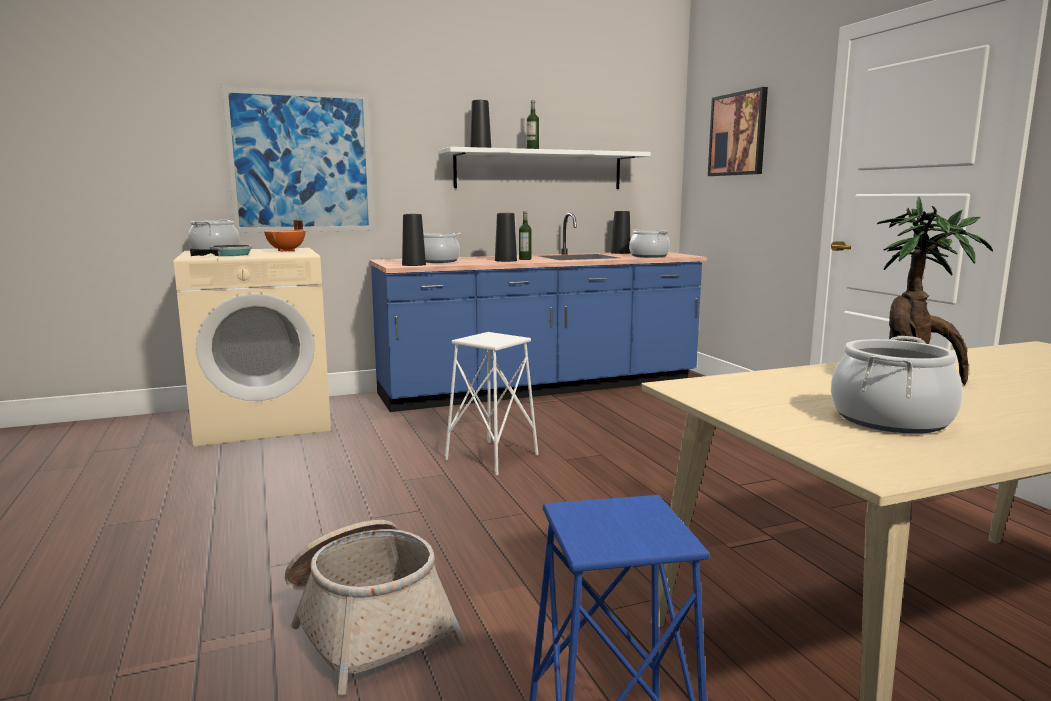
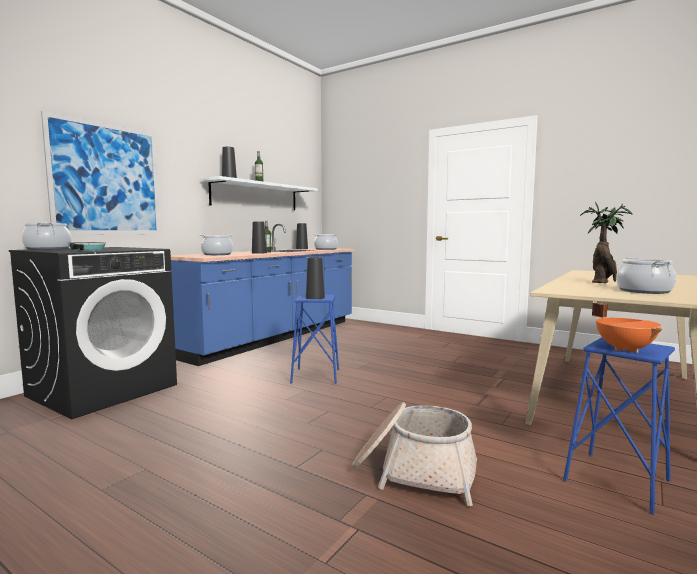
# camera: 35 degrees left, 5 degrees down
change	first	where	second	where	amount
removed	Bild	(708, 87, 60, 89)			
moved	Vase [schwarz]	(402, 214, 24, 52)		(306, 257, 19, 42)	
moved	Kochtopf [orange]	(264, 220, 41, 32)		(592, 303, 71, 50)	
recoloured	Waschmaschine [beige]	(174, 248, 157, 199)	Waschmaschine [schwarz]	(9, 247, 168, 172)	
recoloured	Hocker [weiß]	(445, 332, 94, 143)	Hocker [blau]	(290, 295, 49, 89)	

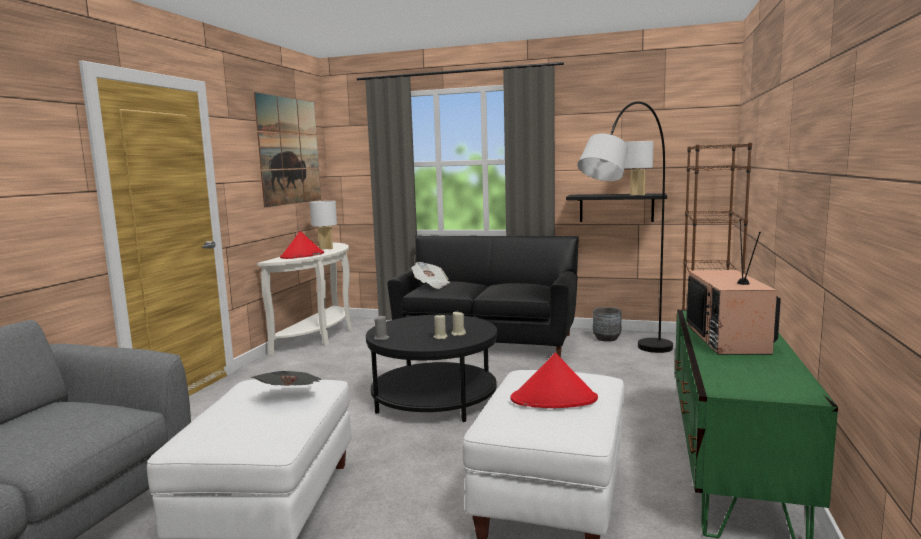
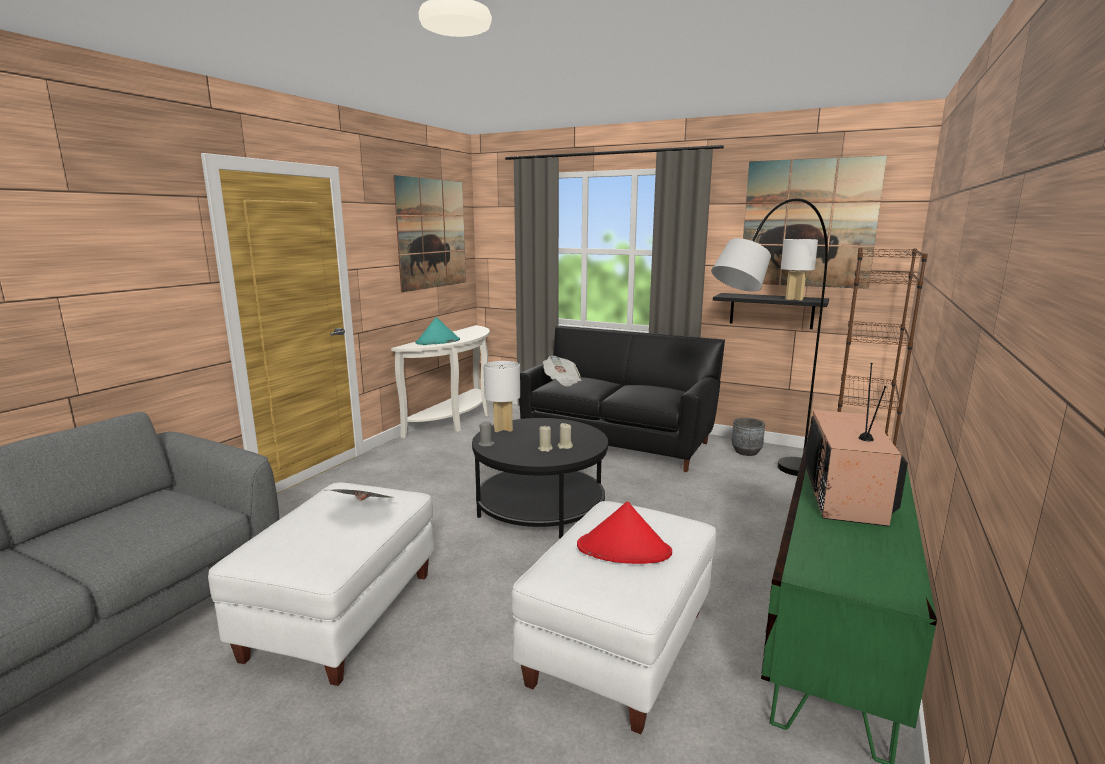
# camera: 10 degrees right, 5 degrees up
change	first	where	second	where	amount
moved	Tischlampe [weiß]	(310, 201, 27, 49)		(484, 361, 36, 71)	
recoloured	Hut [rot]	(280, 231, 44, 28)	Hut [türkis]	(416, 317, 44, 28)	
added			Bild	(743, 155, 144, 134)	

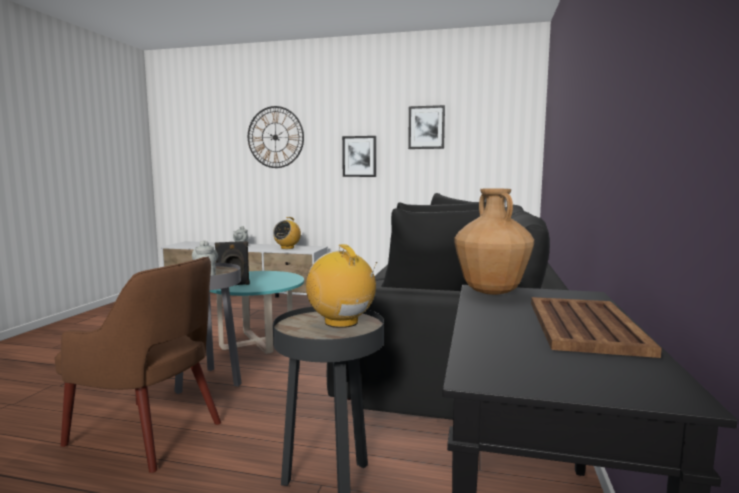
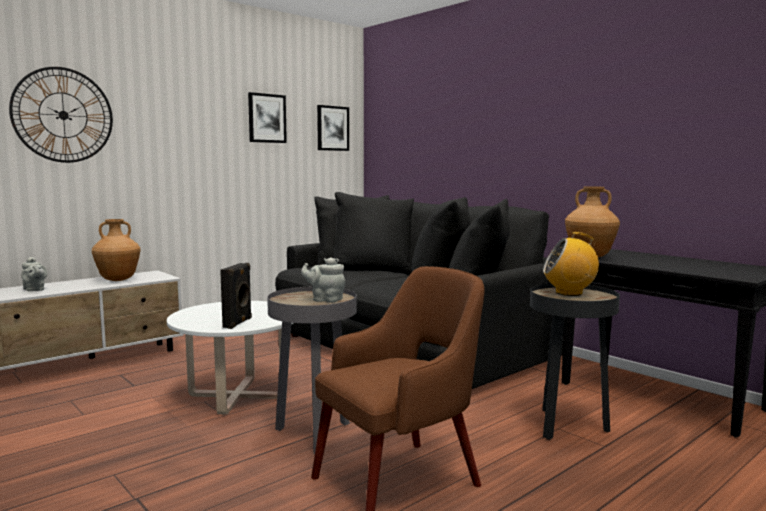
# camera: 55 degrees left, 0 degrees up
change	first	where	second	where	amount
moved	Bild	(342, 136, 34, 41)		(317, 105, 32, 46)	
replaced	Radio	(273, 217, 28, 32)	Vase [braun]	(92, 219, 48, 62)	
recoloured	Couchtisch [türkis]	(210, 271, 94, 83)	Couchtisch [weiß]	(167, 301, 126, 114)	
removed	Tablett [braun]	(531, 297, 131, 61)			

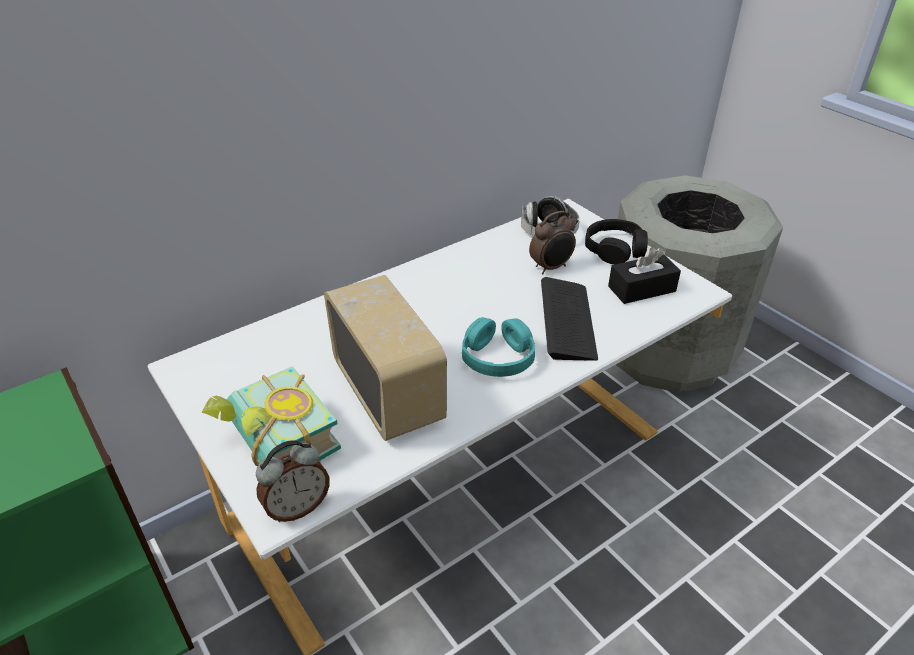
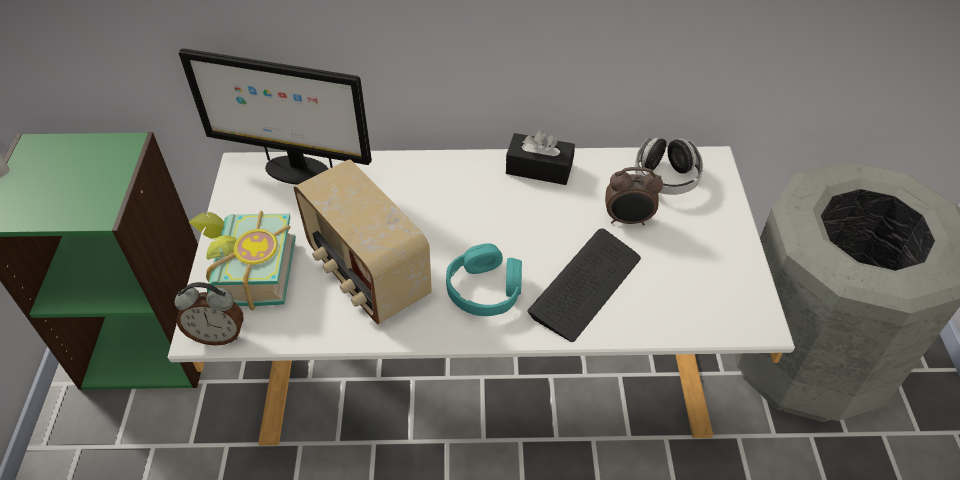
# camera: 35 degrees right, 10 degrees up
change	first	where	second	where	amount
removed	Kopfhörer [schwarz]	(585, 219, 63, 45)			
moved	Taschentuchbox [schwarz]	(608, 247, 73, 57)		(506, 130, 69, 55)	
turned	Radio	(324, 275, 123, 166)		(294, 159, 138, 165)	135 degrees clockwise
added			Monitor	(179, 48, 193, 137)	

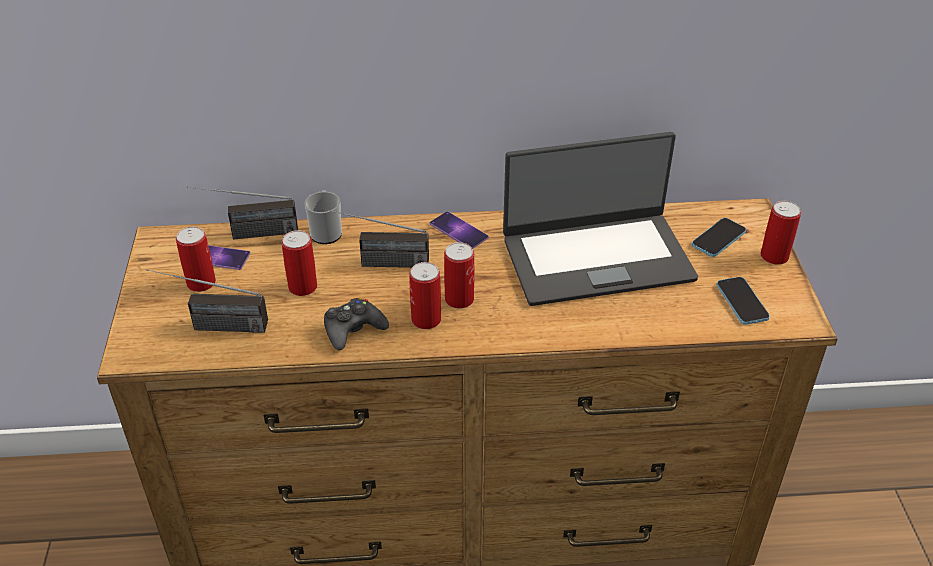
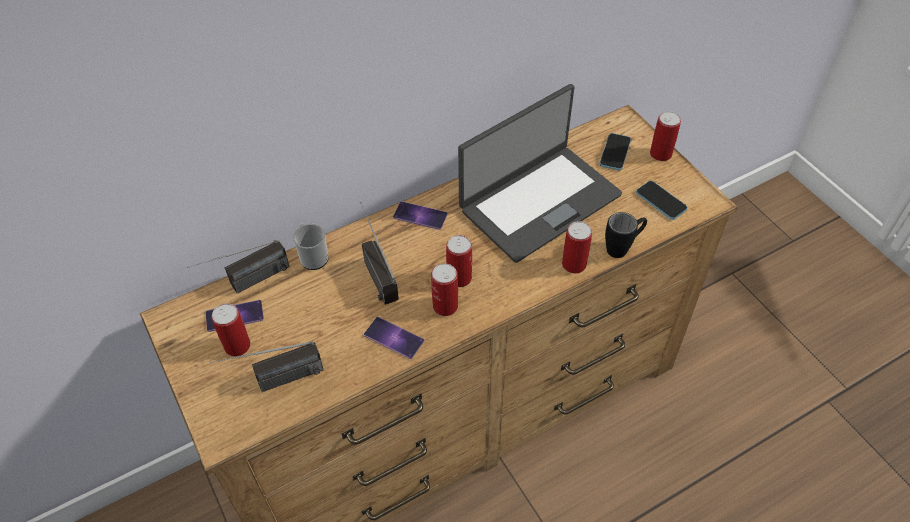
# camera: 25 degrees left, 10 degrees up
change	first	where	second	where	amount
turned	Radio	(322, 208, 107, 60)		(360, 202, 39, 103)	90 degrees clockwise
moved	Dose	(282, 230, 35, 66)		(562, 221, 30, 53)	
replaced	Gamepad [schwarz]	(324, 298, 65, 53)	Handy	(364, 317, 60, 42)	
added			Henkelbecher [schwarz]	(605, 212, 42, 46)	

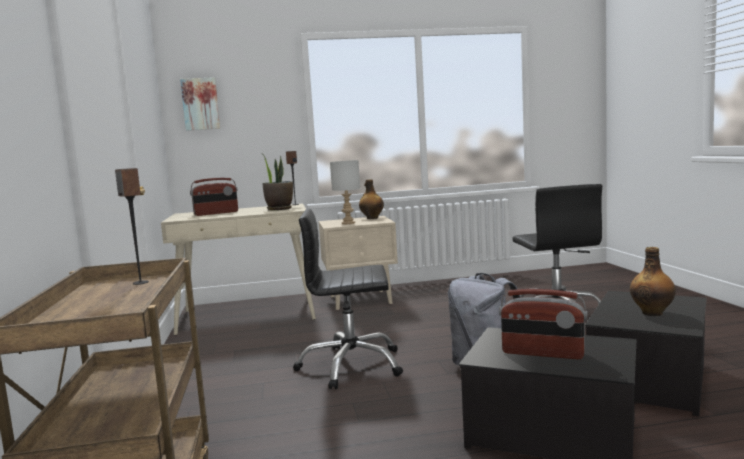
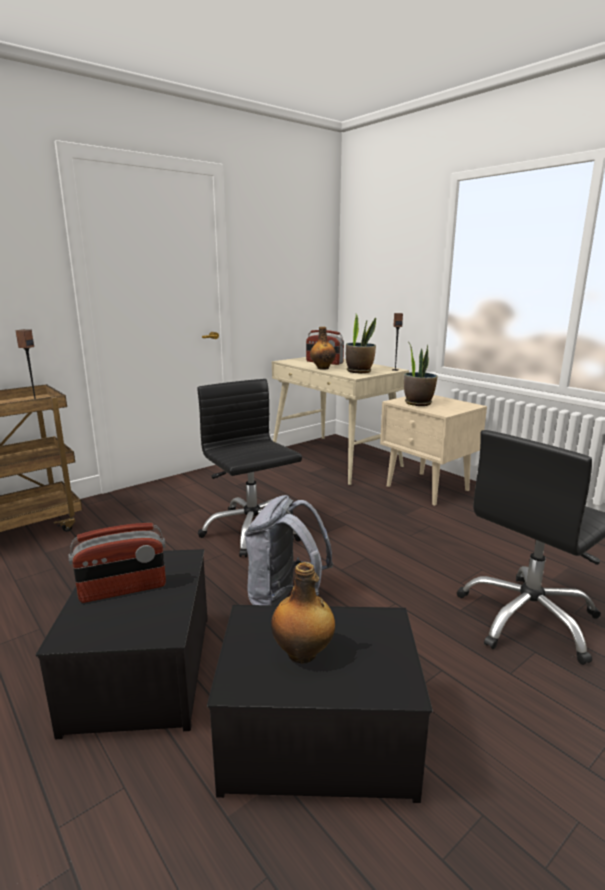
# camera: 60 degrees right, 10 degrees up
change	first	where	second	where	amount
removed	Bild	(180, 77, 40, 53)			
replaced	Tischlampe [grau]	(330, 160, 30, 64)	Topfpflanze	(404, 342, 34, 64)	
moved	Flasche	(359, 179, 25, 40)		(310, 327, 26, 43)	
turned	Radio	(499, 289, 89, 70)		(68, 523, 98, 80)	105 degrees counterclockwise

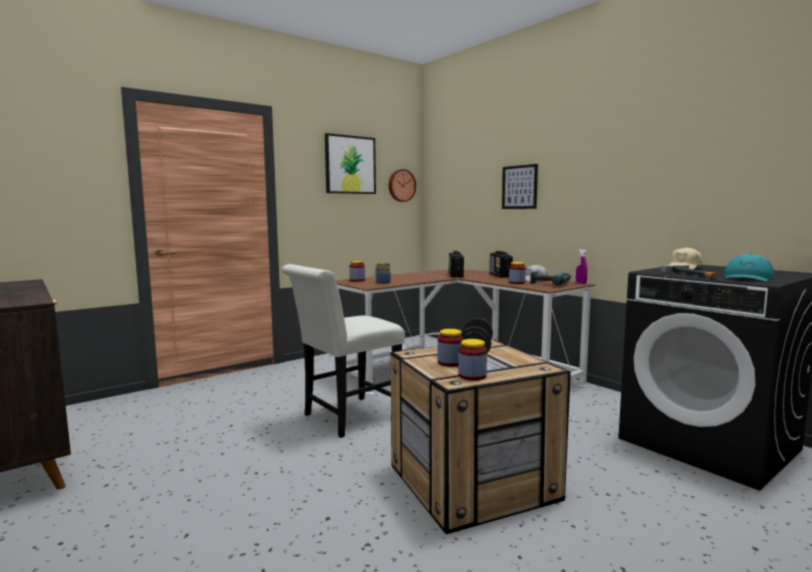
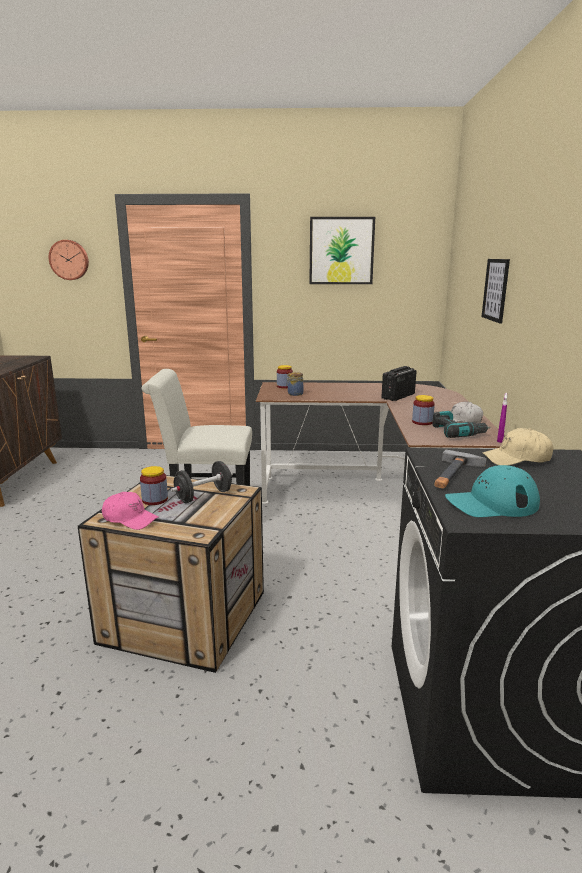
# camera: 40 degrees right, 10 degrees up
change	first	where	second	where	amount
moved	Wanduhr	(389, 169, 27, 33)		(49, 240, 40, 40)	
removed	Radio	(490, 251, 23, 27)			
replaced	Vorratsglas	(458, 339, 29, 42)	Kappe [rosa]	(102, 492, 56, 38)	

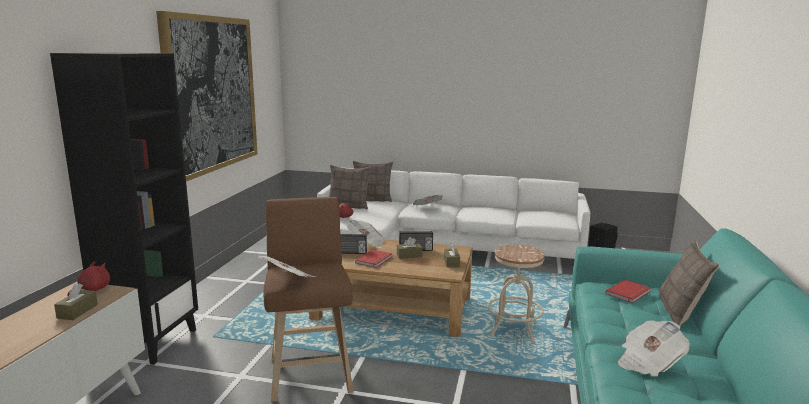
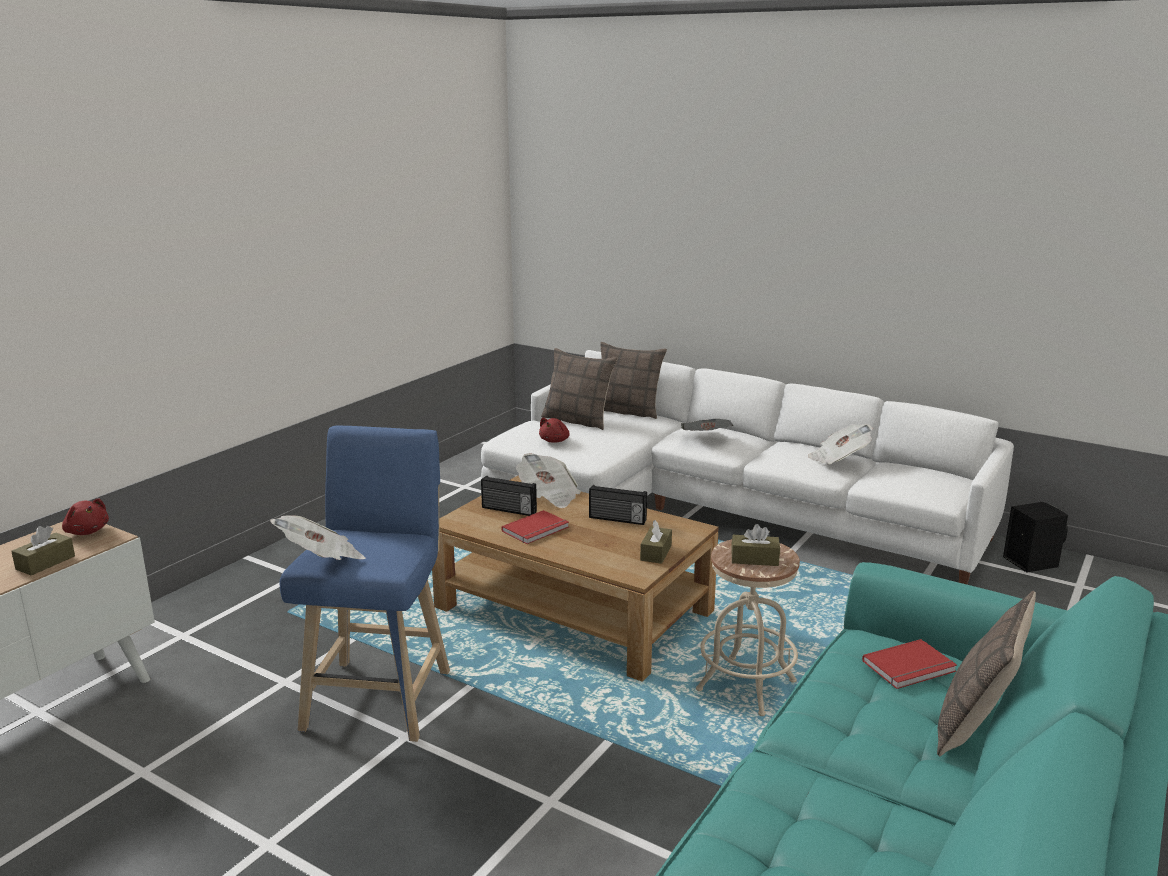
# camera: 20 degrees right, 5 degrees up
change	first	where	second	where	amount
removed	Bild	(156, 11, 102, 170)			
removed	Bücherregal [schwarz]	(50, 53, 148, 312)			
recoloured	Hocker [braun]	(263, 197, 91, 205)	Hocker [blau]	(280, 426, 170, 316)	
moved	Taschentuchbox [braun]	(397, 237, 26, 22)		(731, 524, 49, 42)	
turned	Plüschtier [rot]	(67, 261, 43, 35)		(62, 499, 47, 36)	75 degrees clockwise
moved	Zeitung	(618, 320, 72, 57)		(808, 424, 65, 41)	

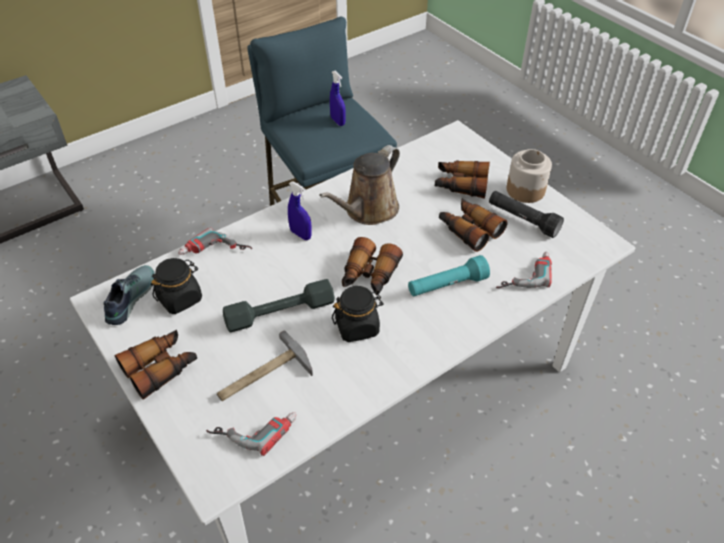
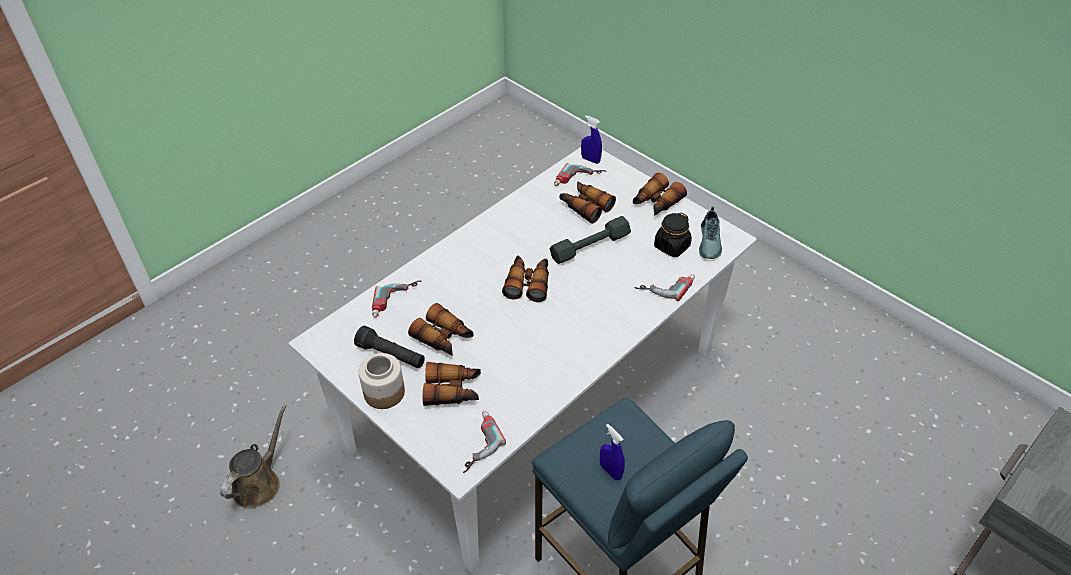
# camera: 170 degrees right, 0 degrees up
change	first	where	second	where	amount
moved	Gießkanne [braun]	(320, 145, 80, 80)		(220, 404, 67, 104)	
moved	Sprühflasche [blau]	(288, 181, 24, 59)		(581, 116, 21, 48)	
removed	Taschenlampe [türkis]	(408, 255, 82, 41)			
removed	Vorratsglas [schwarz]	(332, 286, 52, 56)			
replaced	Hammer	(217, 331, 96, 70)	Fernglas	(560, 181, 56, 43)	
added			Bohrmaschine	(463, 411, 43, 62)	

